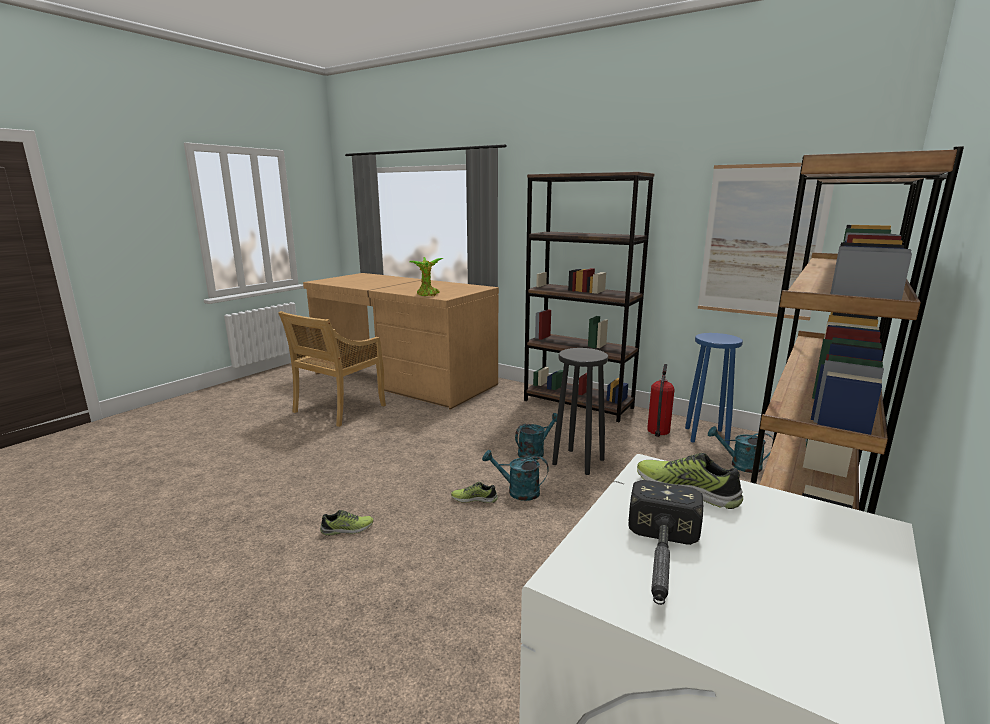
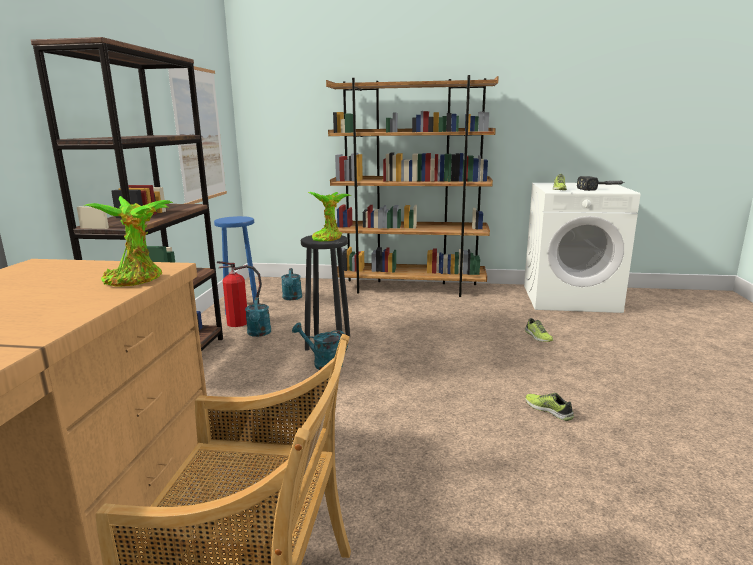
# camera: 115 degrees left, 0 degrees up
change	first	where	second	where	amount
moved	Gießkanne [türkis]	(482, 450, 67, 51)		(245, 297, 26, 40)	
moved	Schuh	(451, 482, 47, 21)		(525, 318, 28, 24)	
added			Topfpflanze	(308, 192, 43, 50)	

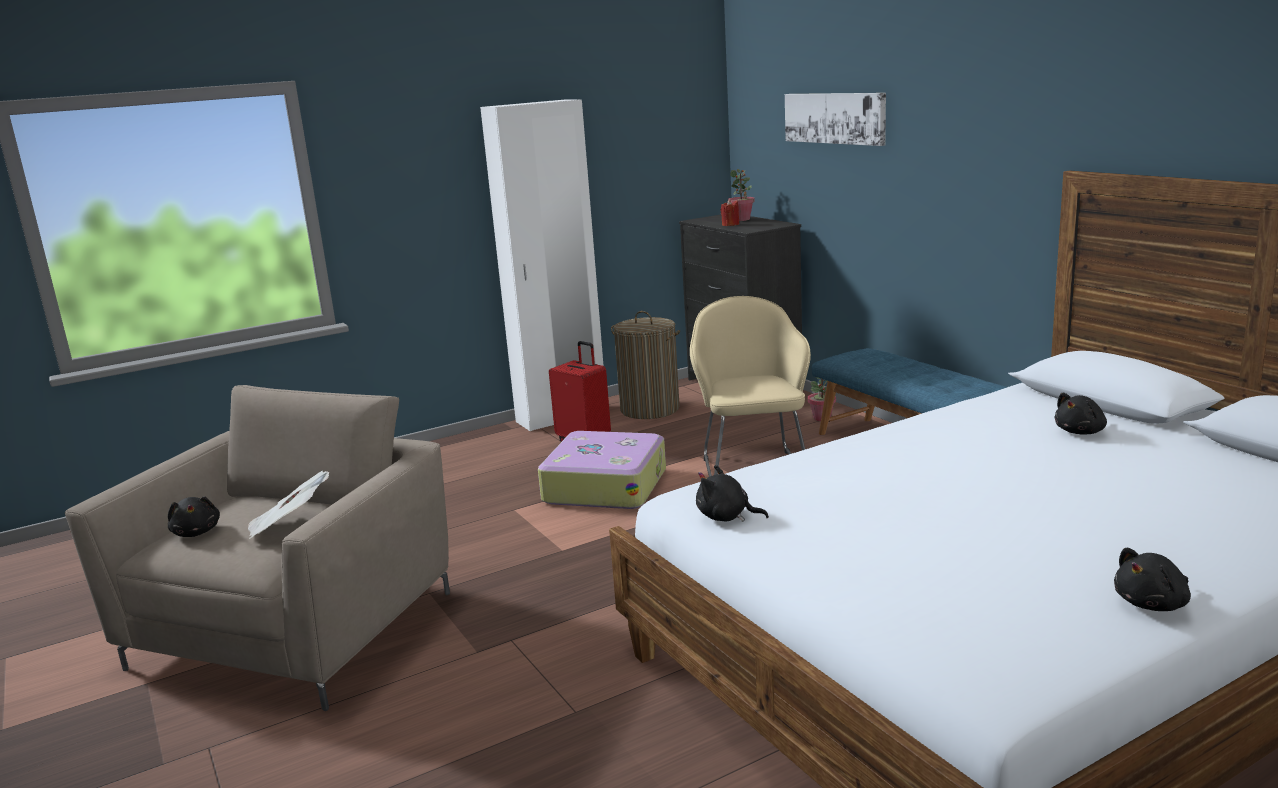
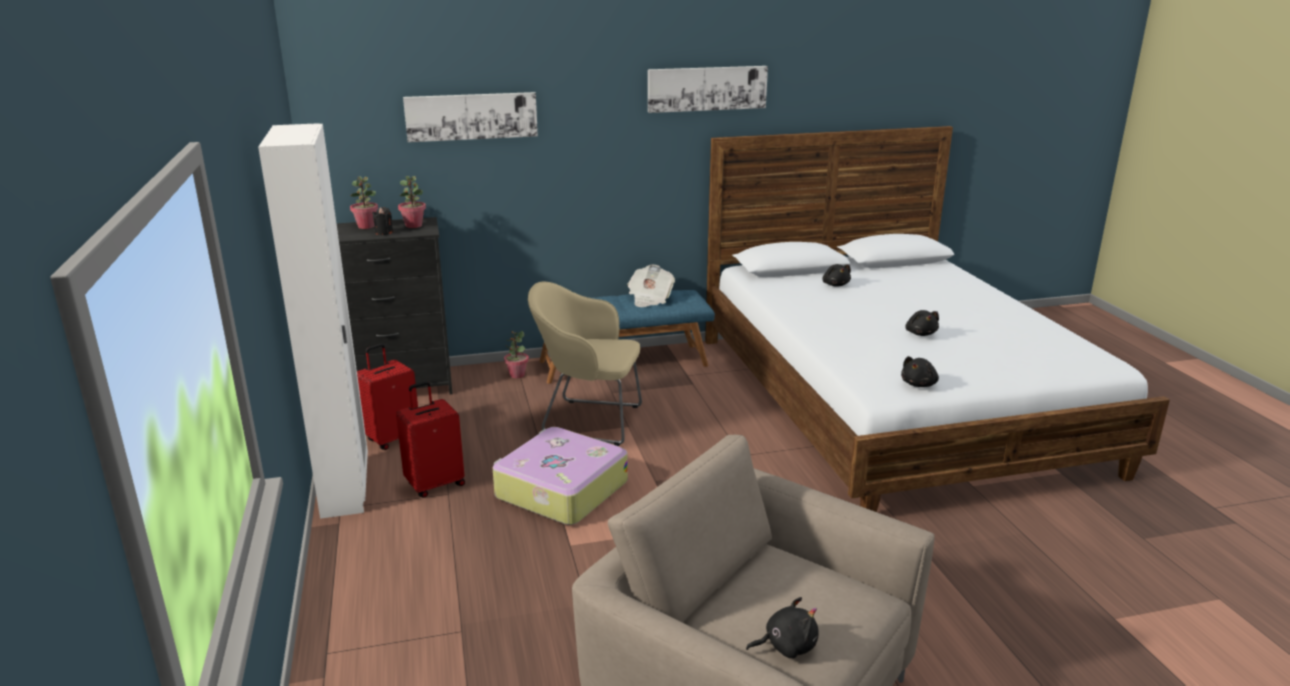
# camera: 75 degrees left, 5 degrees up
change	first	where	second	where	amount
recoloured	Kerze [rot]	(720, 199, 20, 27)	Kerze [schwarz]	(372, 207, 21, 28)	
replaced	Wäschekorb	(611, 311, 69, 108)	Koffer [rot]	(357, 344, 61, 106)	
moved	Zeitung	(248, 470, 81, 69)		(627, 265, 48, 42)	
moved	Plüschtier [schwarz]	(1114, 548, 77, 63)		(905, 310, 34, 26)	
added			Bild	(648, 66, 120, 47)	
added			Topfpflanze	(398, 176, 28, 52)	

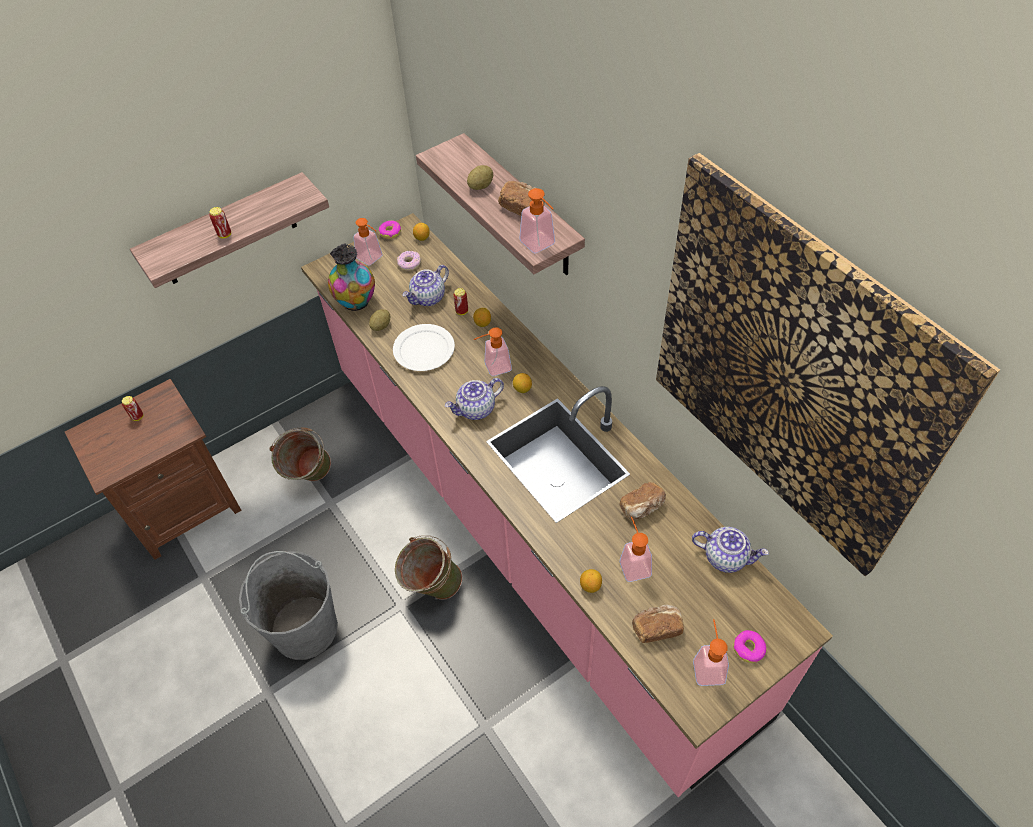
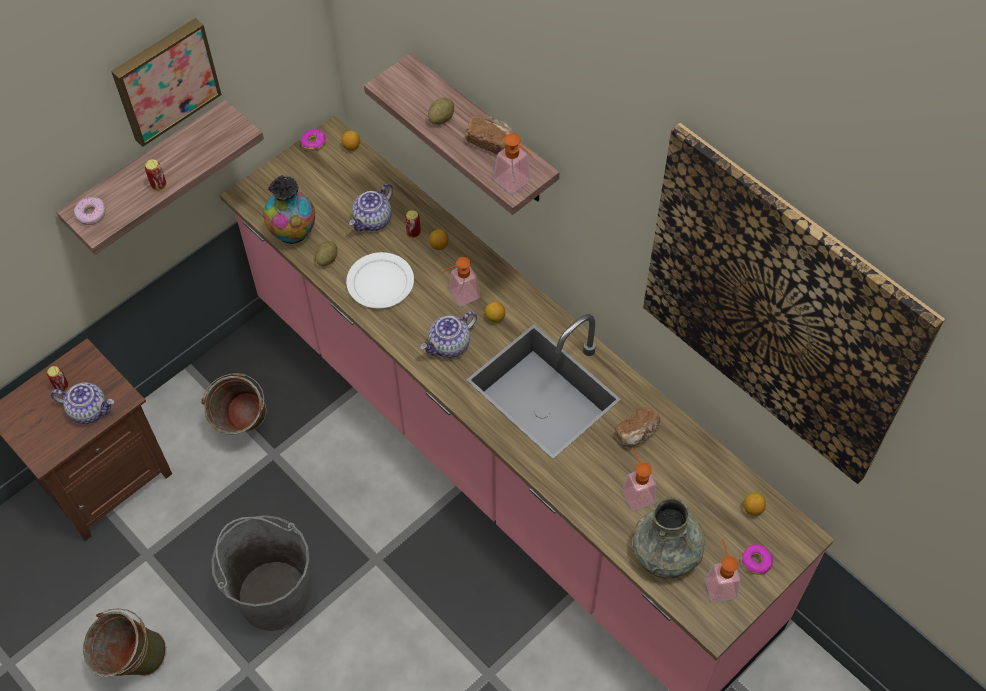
# camera: 10 degrees left, 5 degrees up
change	first	where	second	where	amount
removed	Seifenspender	(353, 218, 30, 48)			
moved	Donut	(397, 251, 24, 20)		(74, 197, 32, 28)	
moved	Teekanne	(692, 527, 77, 46)		(51, 383, 63, 41)	
moved	Eimer [grün]	(395, 535, 68, 65)		(83, 608, 83, 69)	
moved	Zitrone	(580, 569, 22, 24)		(743, 493, 23, 23)	
replaced	Brot	(632, 605, 52, 38)	Vase [grau]	(633, 497, 72, 82)	
added			Bild	(111, 18, 111, 129)	

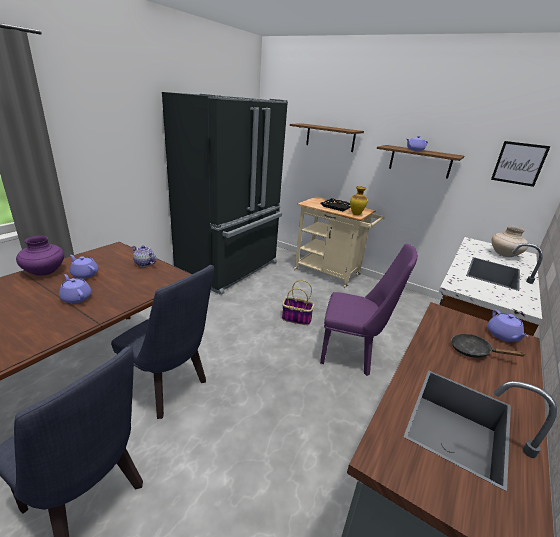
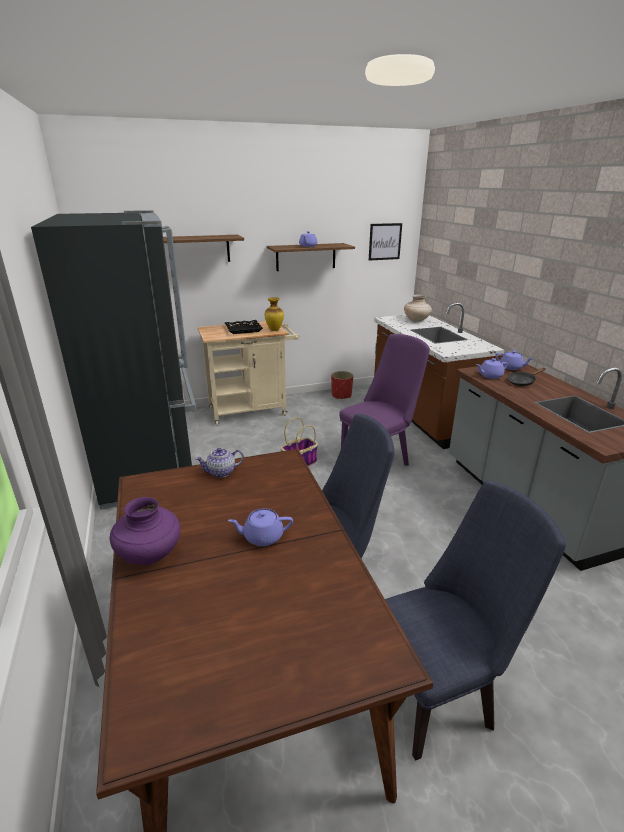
# camera: 50 degrees left, 0 degrees up
change	first	where	second	where	amount
moved	Teekanne [lila]	(70, 255, 28, 24)		(476, 358, 32, 21)	
added			Pflanzkübel [rot]	(331, 371, 22, 28)	

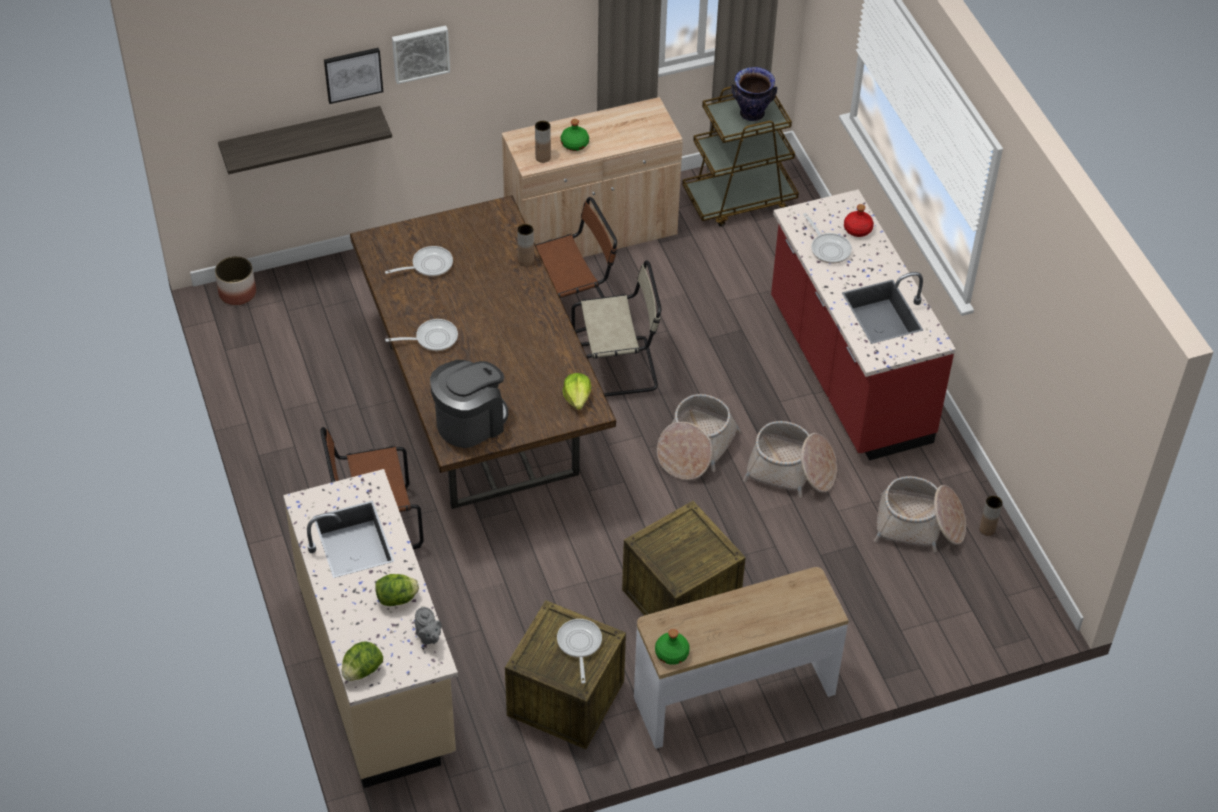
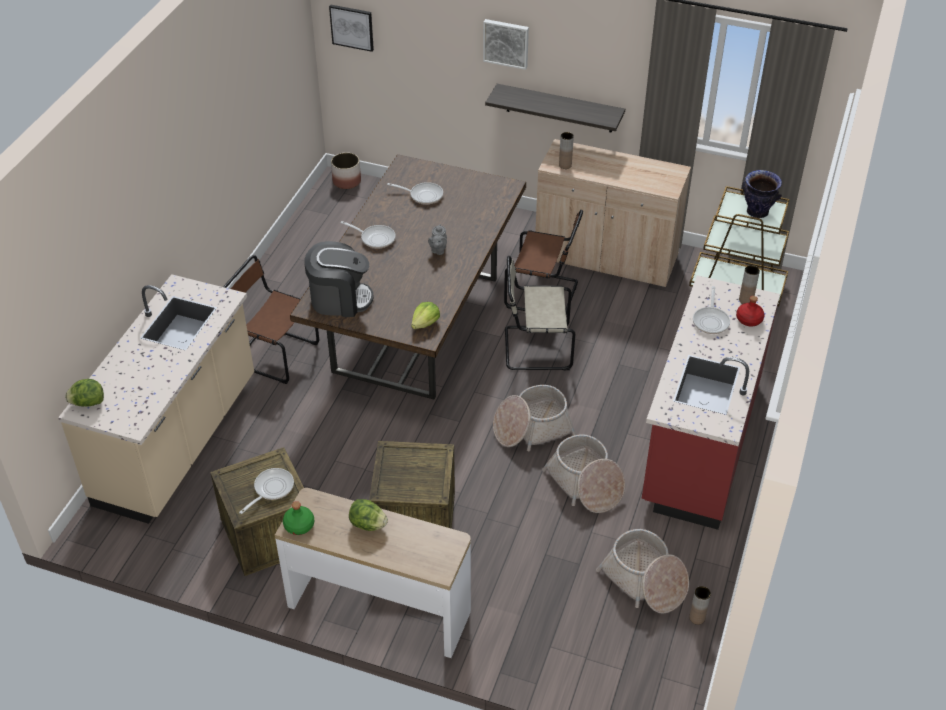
# camera: 40 degrees right, 5 degrees down
change	first	where	second	where	amount
moved	Bild	(324, 48, 59, 56)		(329, 5, 45, 47)	
moved	Wandregal	(218, 106, 174, 68)		(485, 84, 140, 49)	
removed	Flasche [grün]	(561, 119, 28, 32)			
moved	Vase [braun]	(517, 224, 17, 42)		(739, 265, 21, 39)	
turned	Stuhl [beige]	(572, 261, 89, 136)		(505, 256, 70, 114)	150 degrees clockwise
moved	Salatkopf	(375, 574, 44, 32)		(349, 499, 39, 32)	
moved	Teekanne [grau]	(415, 607, 27, 38)		(428, 224, 19, 31)	

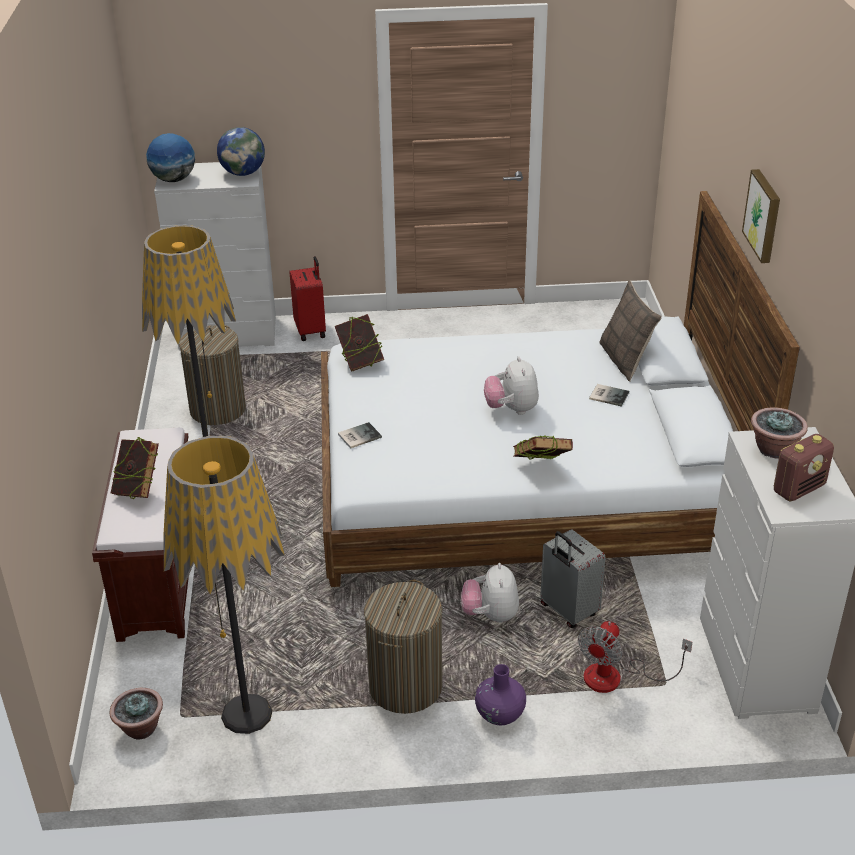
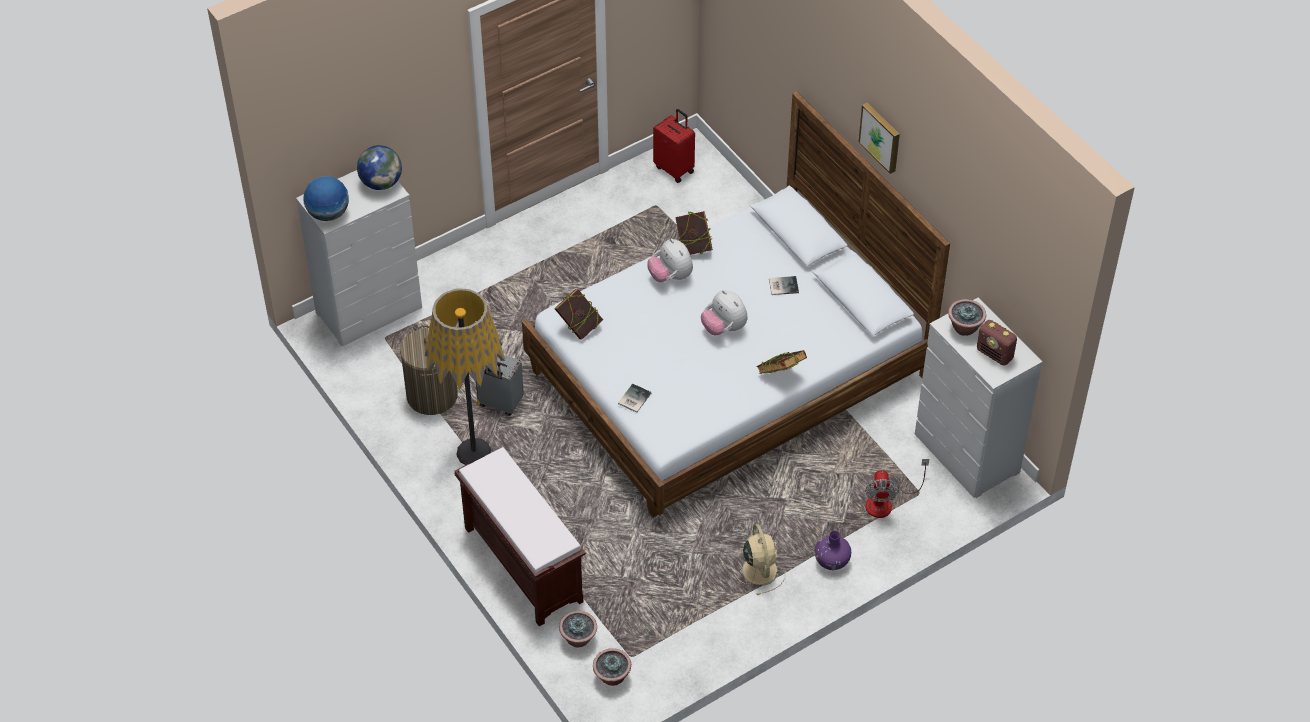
# camera: 30 degrees left, 15 degrees up
change	first	where	second	where	amount
moved	Koffer [rot]	(289, 256, 37, 85)		(653, 109, 42, 74)	
removed	Kissen	(599, 280, 63, 102)			
turned	Radio	(774, 434, 60, 67)		(977, 320, 40, 45)	105 degrees clockwise
removed	Stehlampe	(163, 436, 122, 298)			
moved	Buch	(111, 437, 48, 62)		(675, 211, 38, 44)	
moved	Koffer [grau]	(540, 529, 65, 99)		(477, 355, 47, 61)	
moved	Plüschtier	(461, 563, 58, 60)		(648, 239, 45, 43)	
replaced	Wäschekorb	(364, 580, 78, 134)	Ventilator [beige]	(734, 524, 52, 71)	
added			Topfpflanze	(559, 611, 38, 37)	

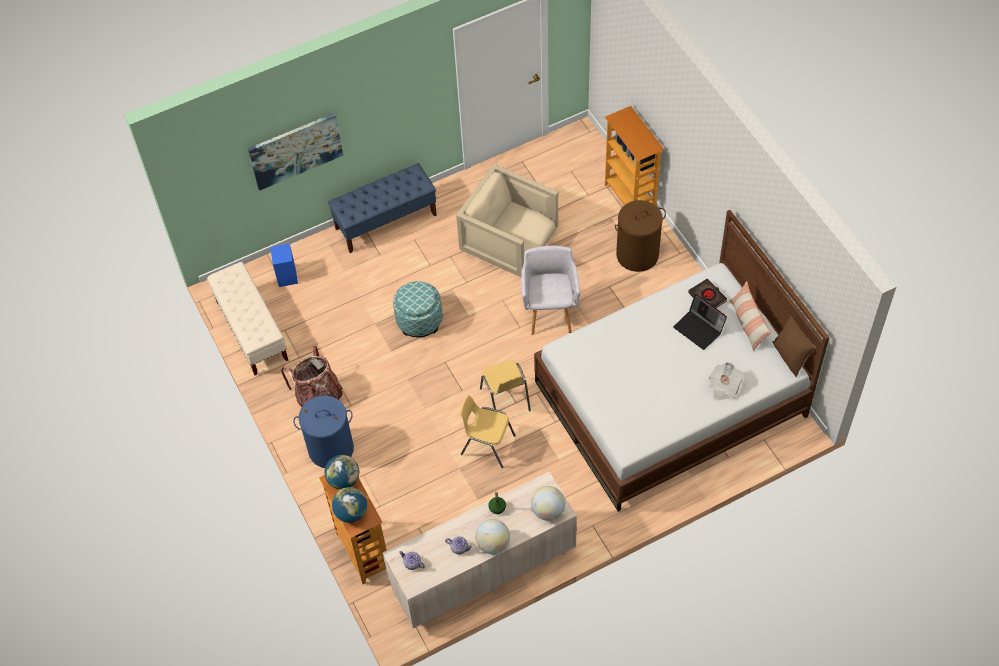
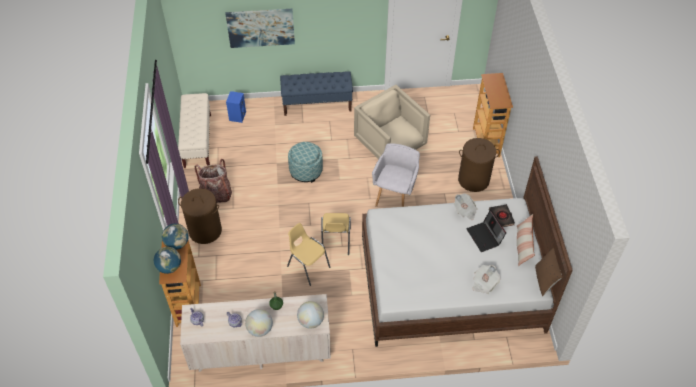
# camera: 20 degrees right, 5 degrees down
change	first	where	second	where	amount
recoloured	Wäschekorb [blau]	(293, 396, 61, 72)	Wäschekorb [braun]	(178, 188, 44, 56)	
added			Zeitung	(454, 193, 24, 27)	

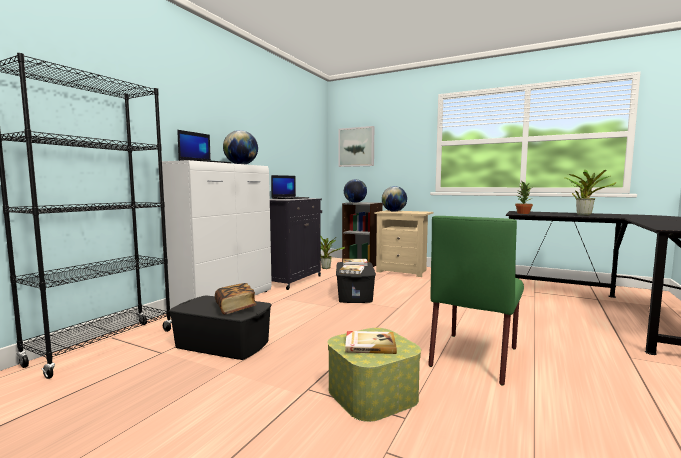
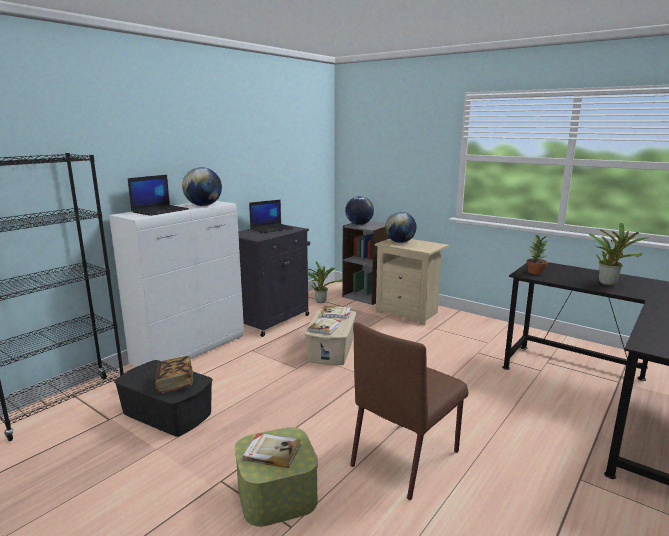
# camera: 10 degrees right, 10 degrees up
change	first	where	second	where	amount
removed	Bild	(338, 126, 36, 41)			
recoloured	Stuhl [grün]	(428, 216, 96, 169)	Stuhl [braun]	(350, 322, 118, 178)	
recoloured	Aufbewahrungsbox [schwarz]	(336, 262, 40, 41)	Aufbewahrungsbox [beige]	(304, 309, 52, 56)	

